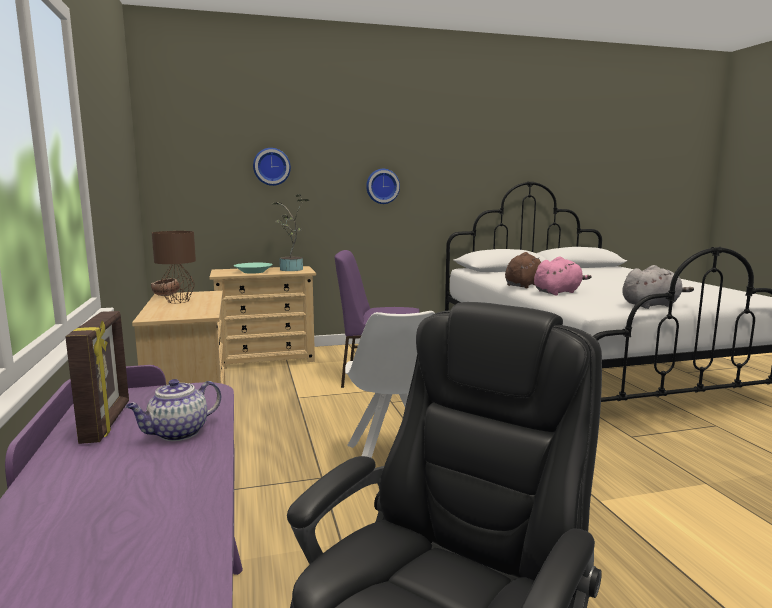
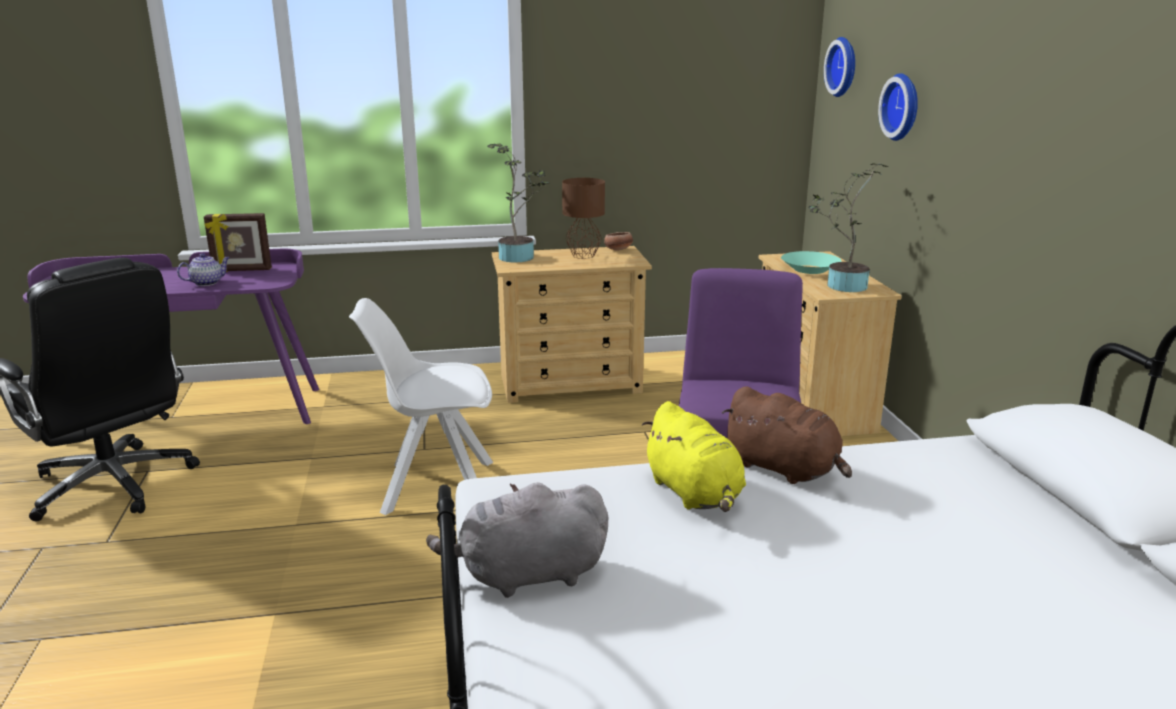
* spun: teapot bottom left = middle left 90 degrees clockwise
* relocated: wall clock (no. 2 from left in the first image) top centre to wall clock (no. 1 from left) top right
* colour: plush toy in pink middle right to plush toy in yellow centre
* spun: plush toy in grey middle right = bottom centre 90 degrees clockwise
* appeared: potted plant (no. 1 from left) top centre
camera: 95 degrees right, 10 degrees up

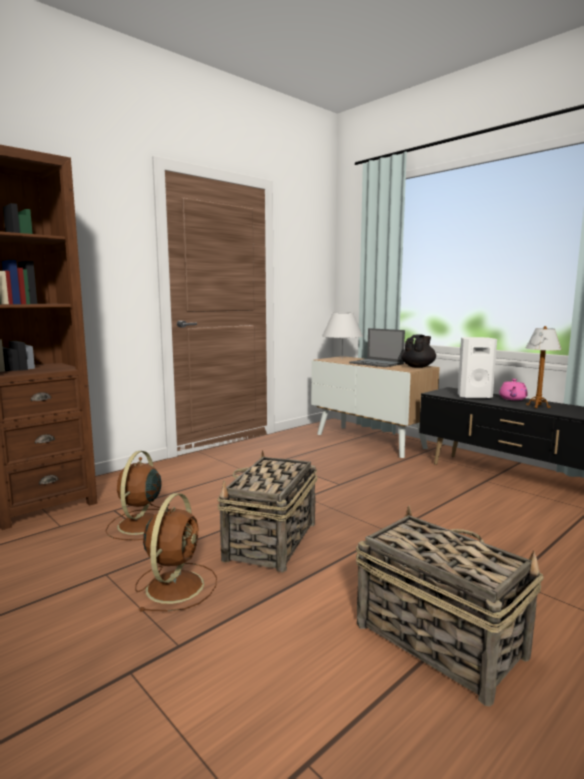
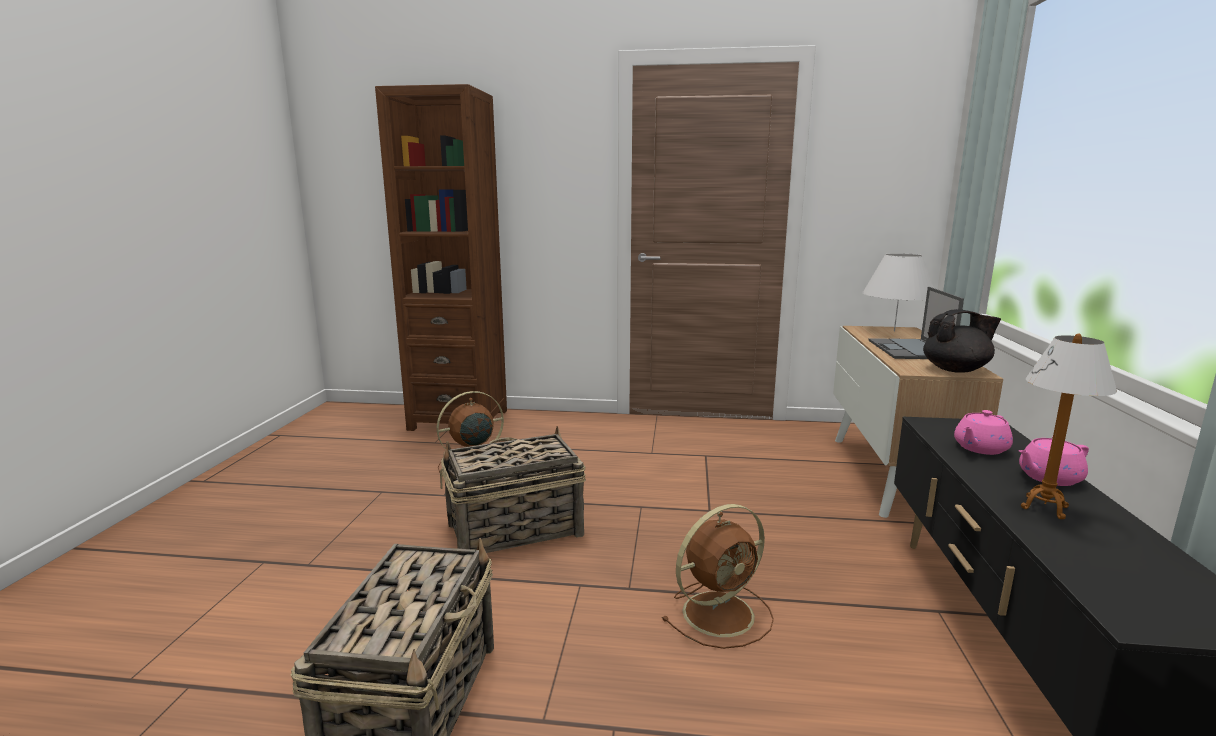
* relocated: fan in brown (no. 2 from left) bottom left to bottom centre
* exchanged: speaker in white middle right to teapot in pink (no. 1 from left) middle right
camera: 50 degrees right, 5 degrees up

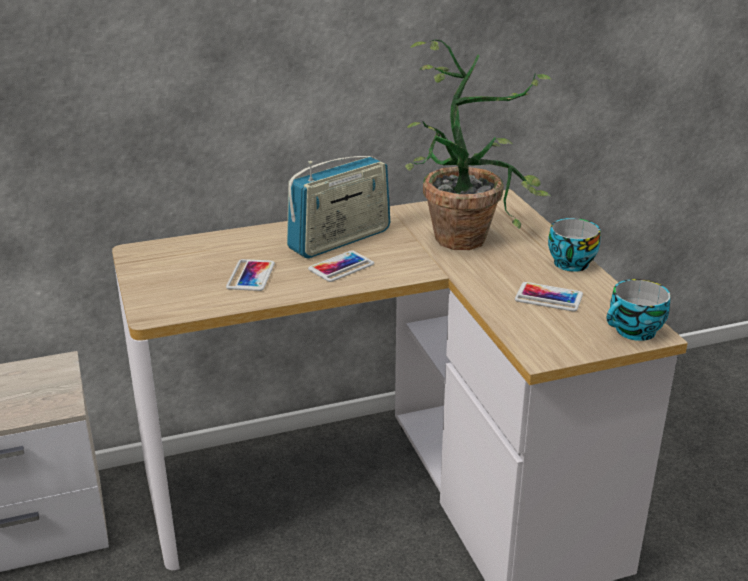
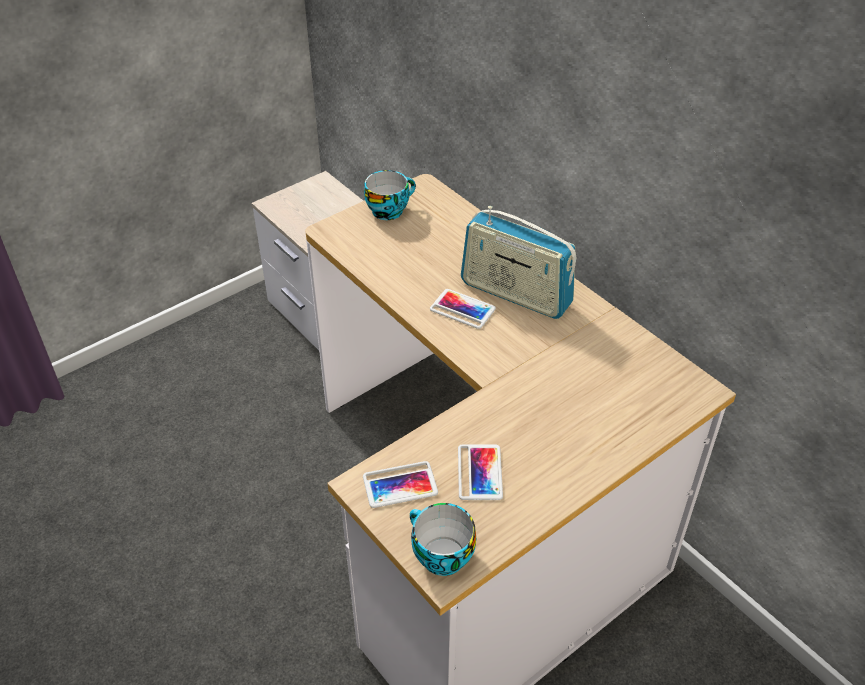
* relocated: phone (no. 1 from left) centre to bottom centre
* missing: potted plant top centre
* relocated: cup (no. 1 from left) middle right to top centre
camera: 70 degrees right, 15 degrees up

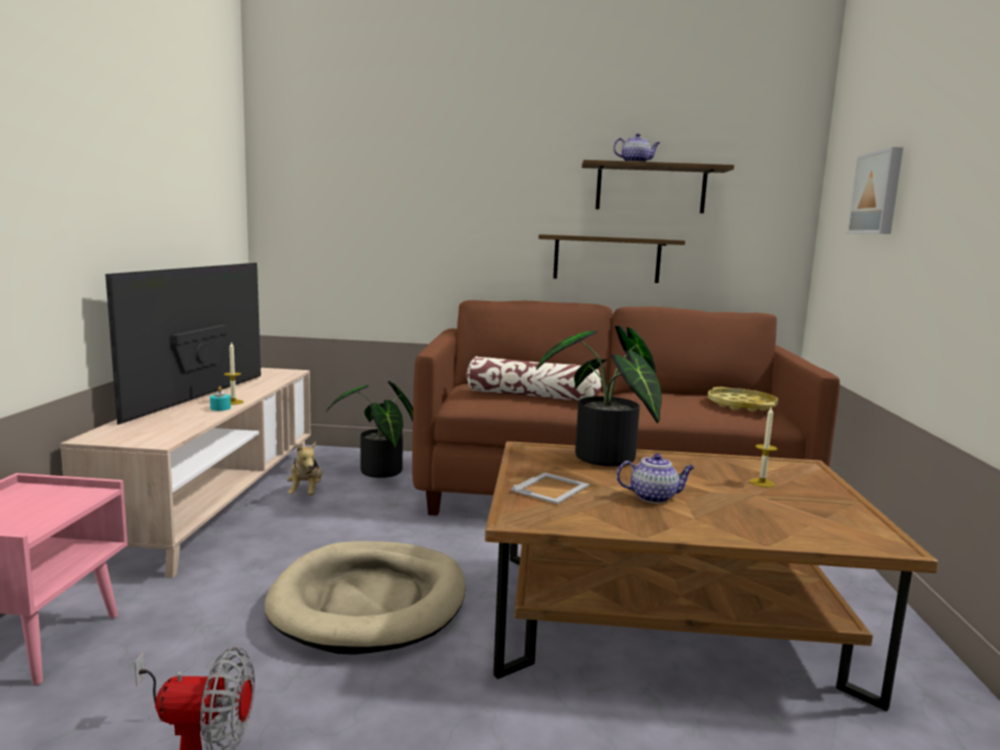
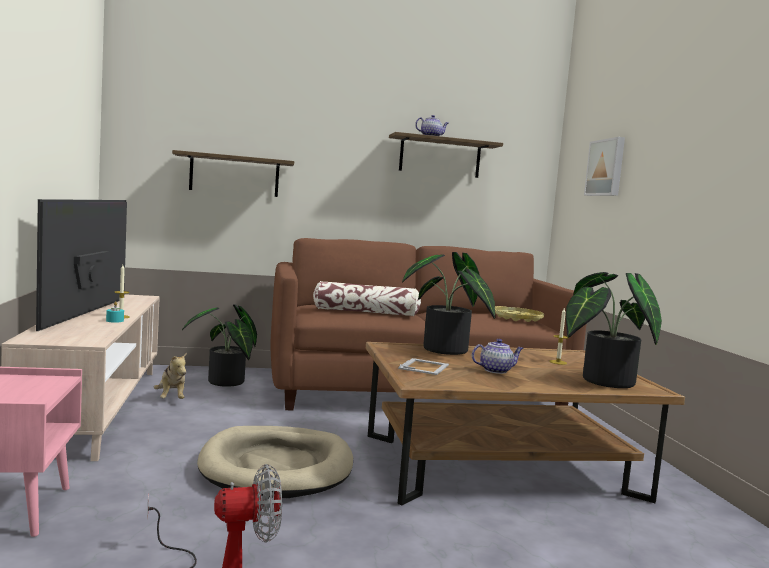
* relocated: shelf (no. 1 from left) centre to top left
* appeared: potted plant (no. 3 from left) middle right
camera: 15 degrees left, 5 degrees down

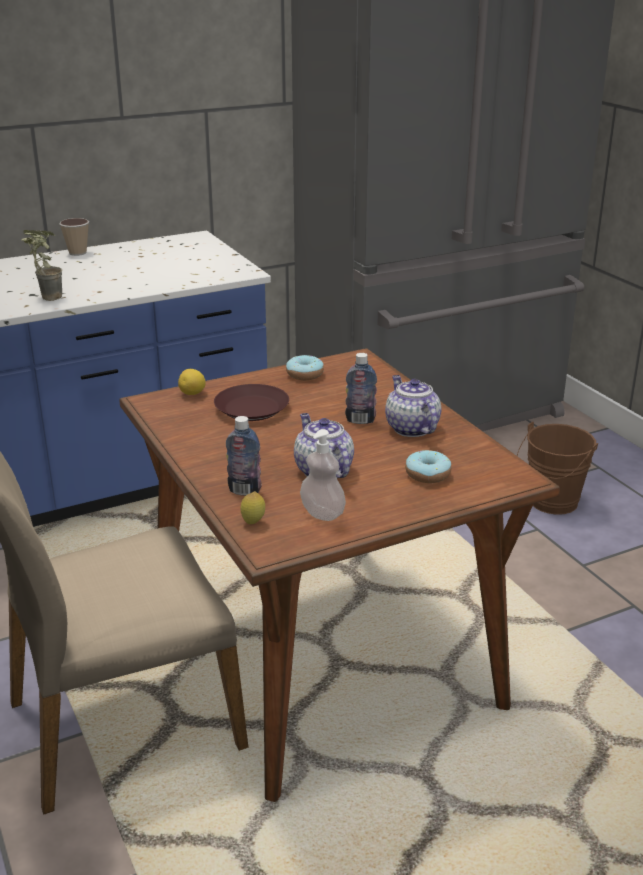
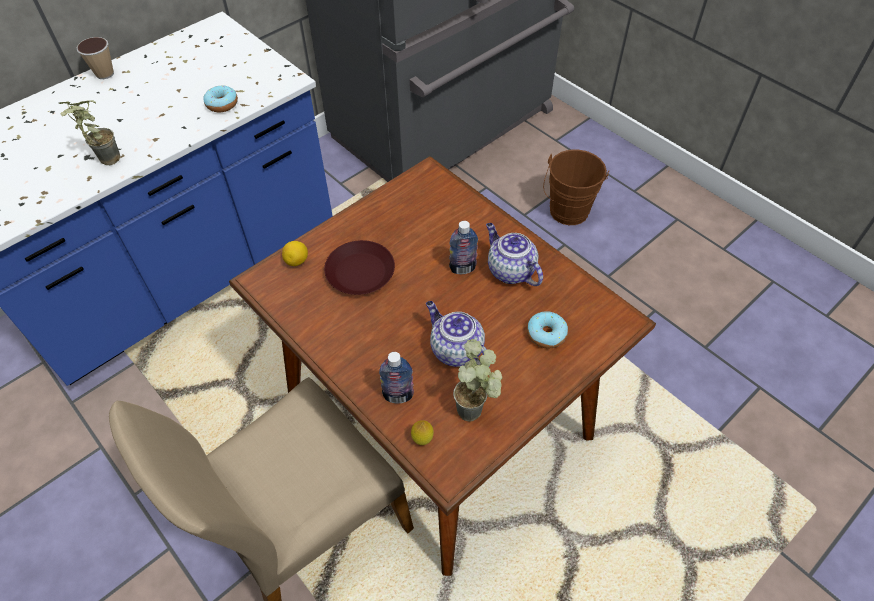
* relocated: donut (no. 1 from left) centre to top left
* exchanged: soap dispenser centre to potted plant (no. 2 from left) centre
camera: 15 degrees left, 25 degrees up

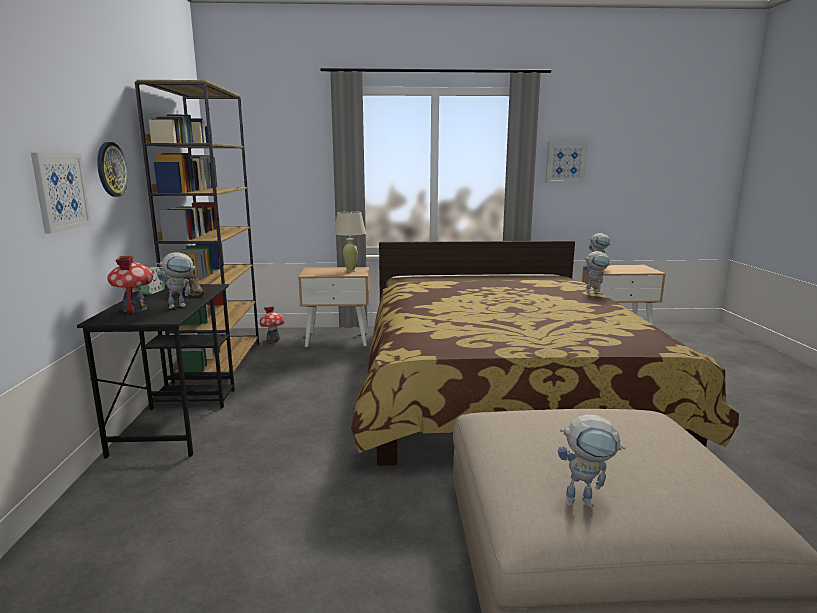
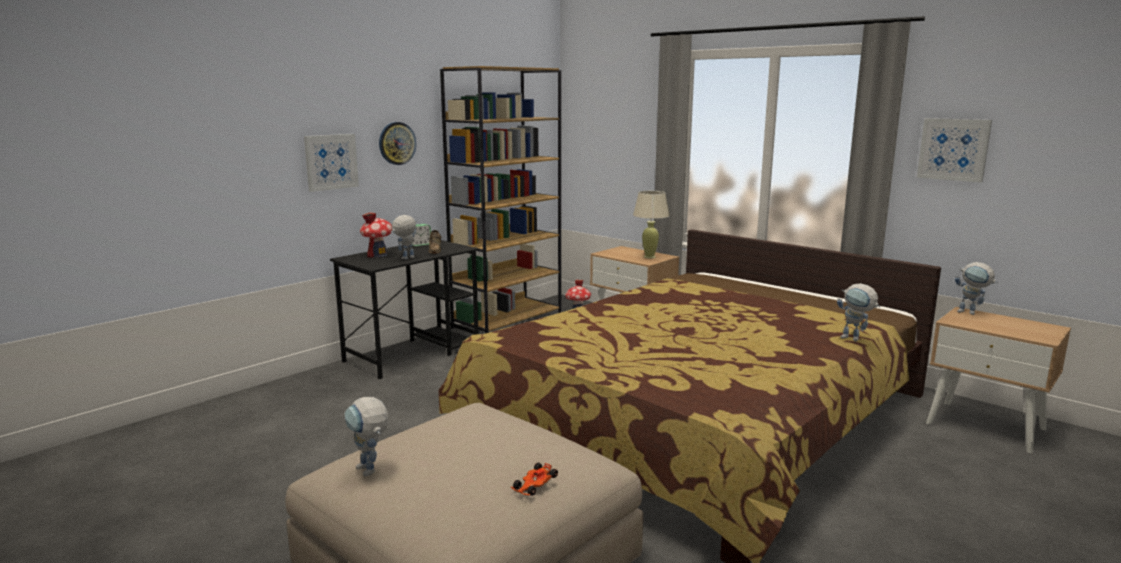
* spun: toy robot (no. 1 from left in the first image) middle left = centre 120 degrees clockwise
* appeared: toy car bottom centre
camera: 45 degrees right, 0 degrees up

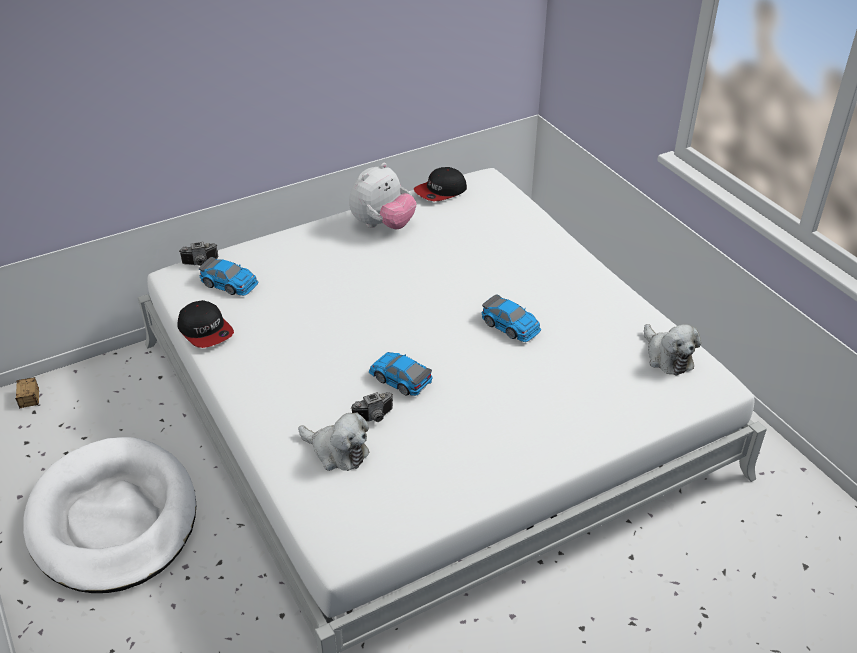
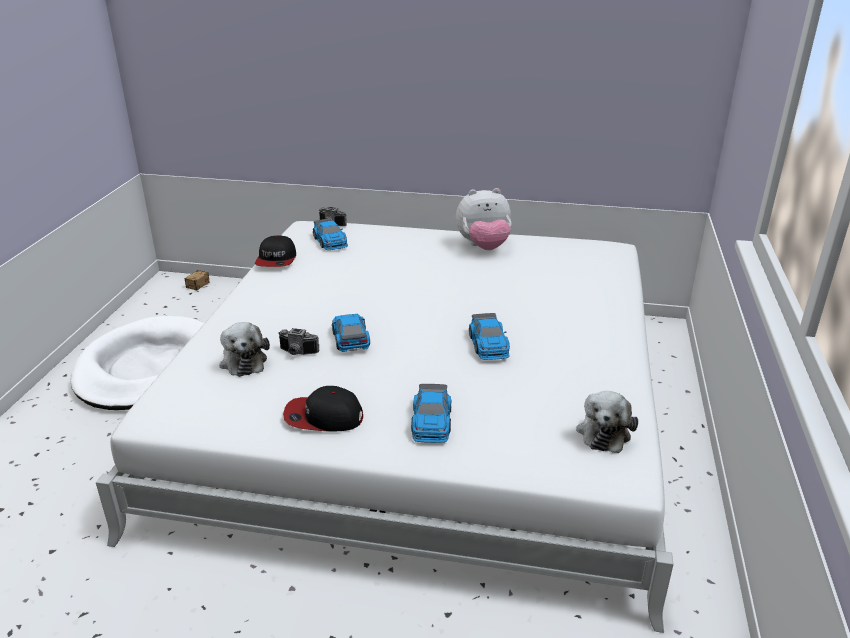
* relocated: cap (no. 2 from left) top centre to centre
* appeared: toy car (no. 3 from left) centre
camera: 40 degrees right, 10 degrees down

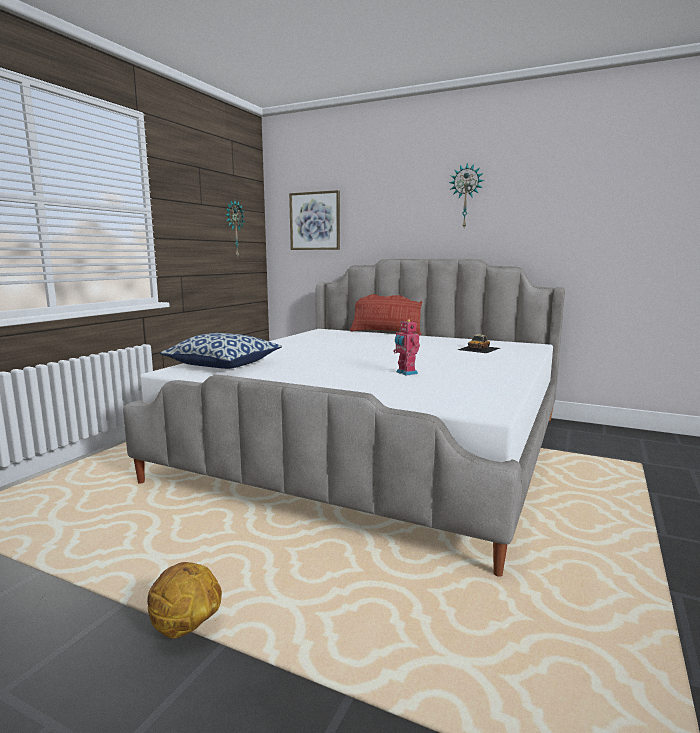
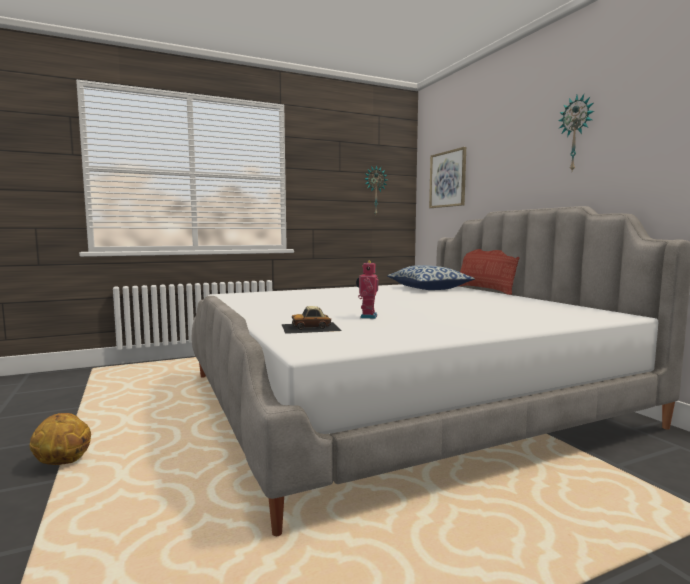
* relocated: pillow (no. 1 from left) middle left to centre
* relocated: toy car middle right to centre
camera: 40 degrees right, 5 degrees down

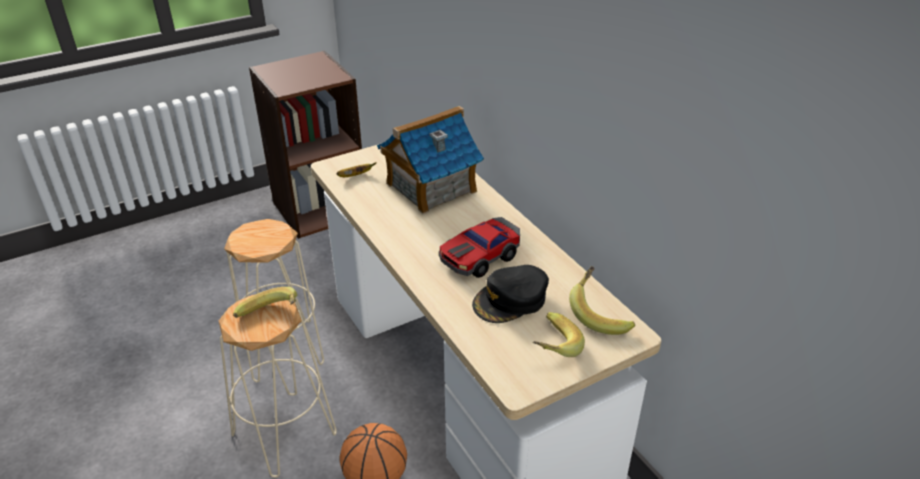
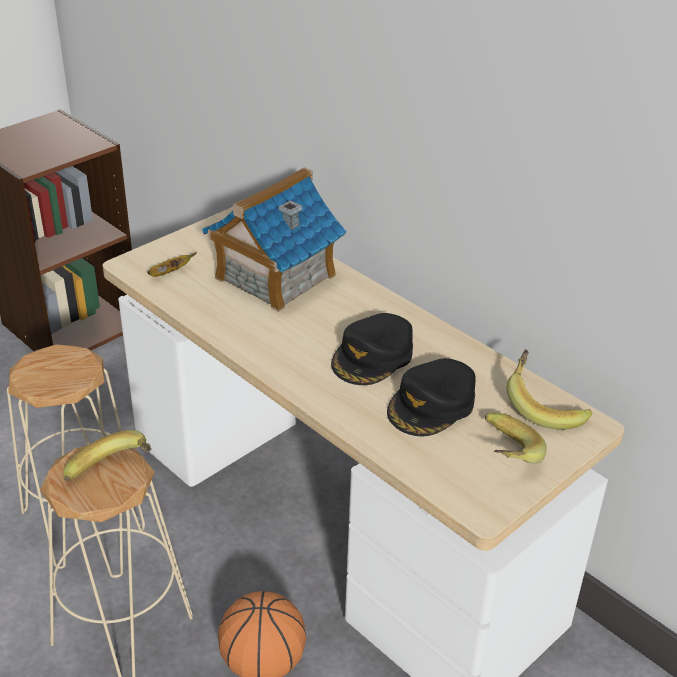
* exchanged: toy car centre to cap in black (no. 1 from left) centre
camera: 15 degrees left, 0 degrees up

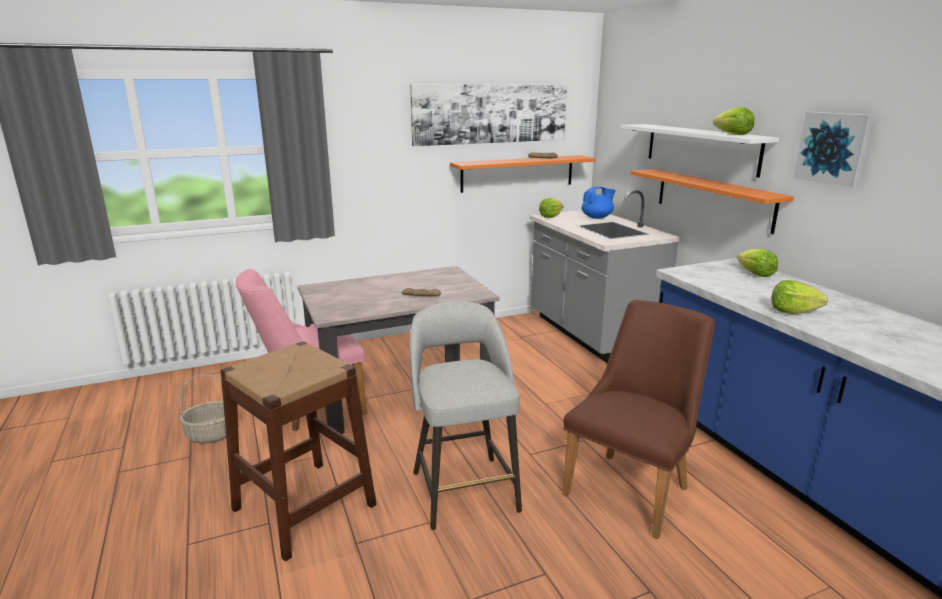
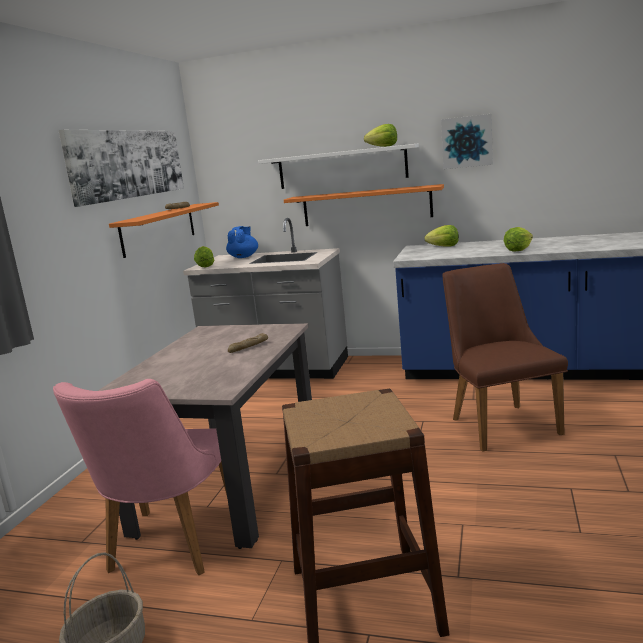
* missing: stool in grey bottom centre
camera: 50 degrees left, 5 degrees down

